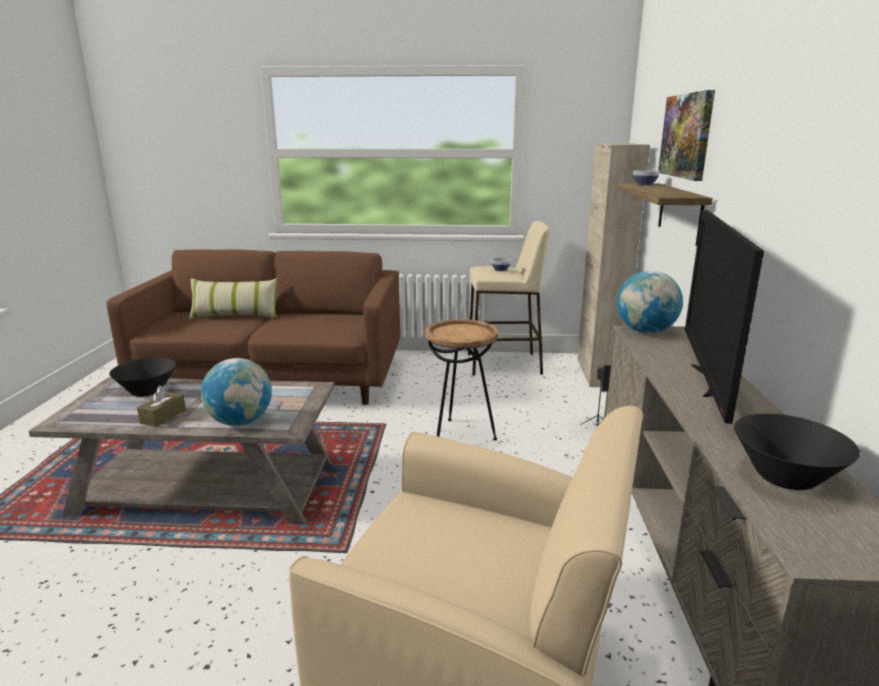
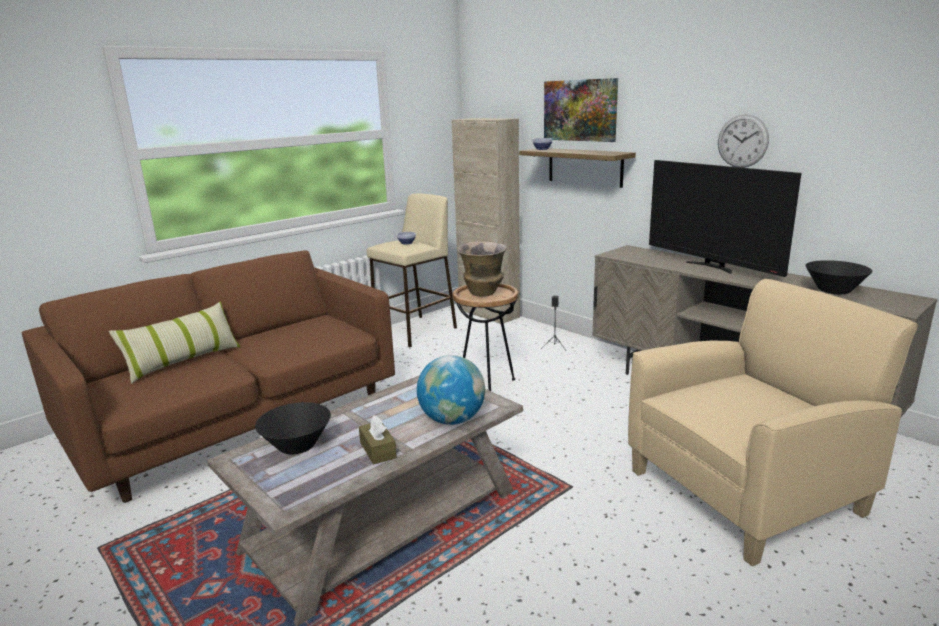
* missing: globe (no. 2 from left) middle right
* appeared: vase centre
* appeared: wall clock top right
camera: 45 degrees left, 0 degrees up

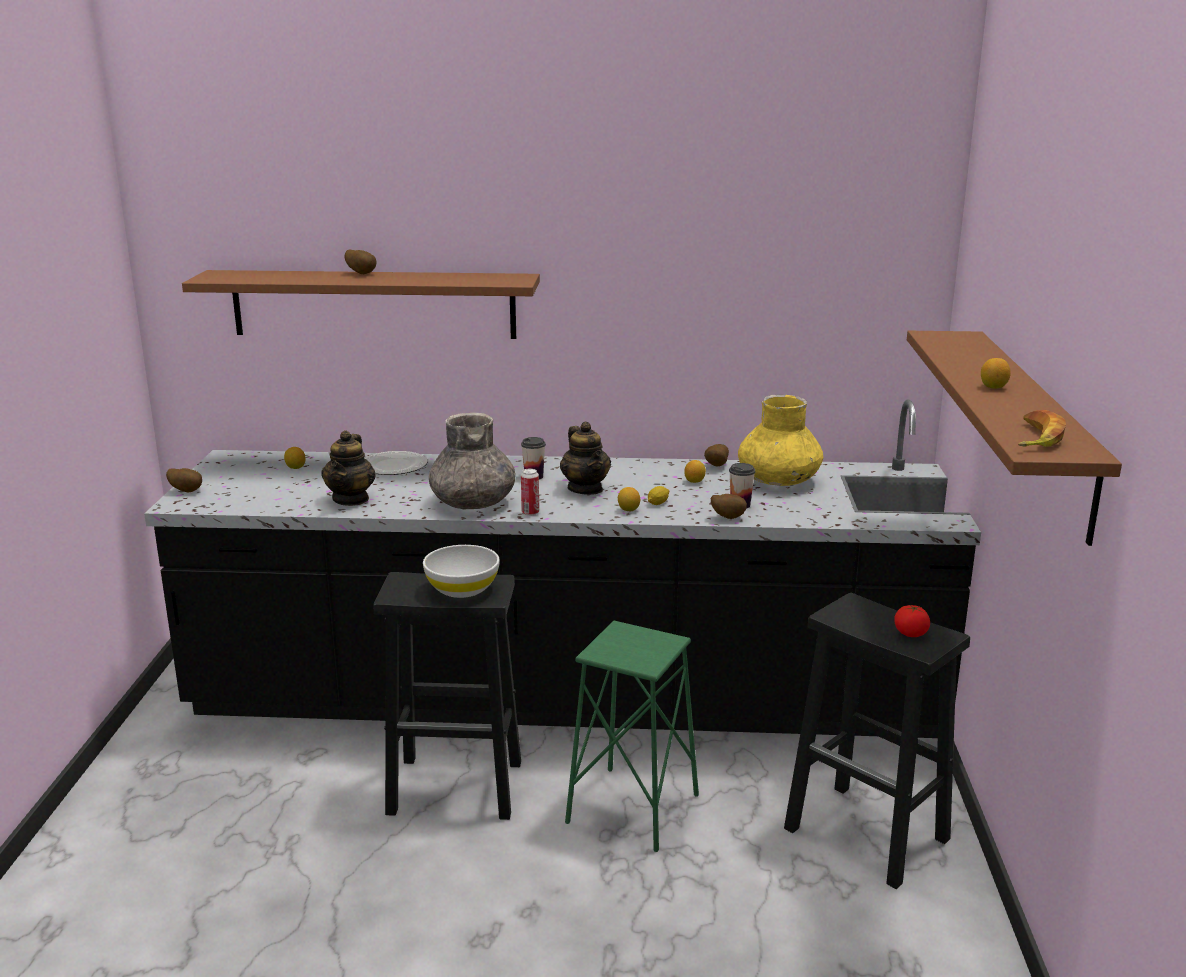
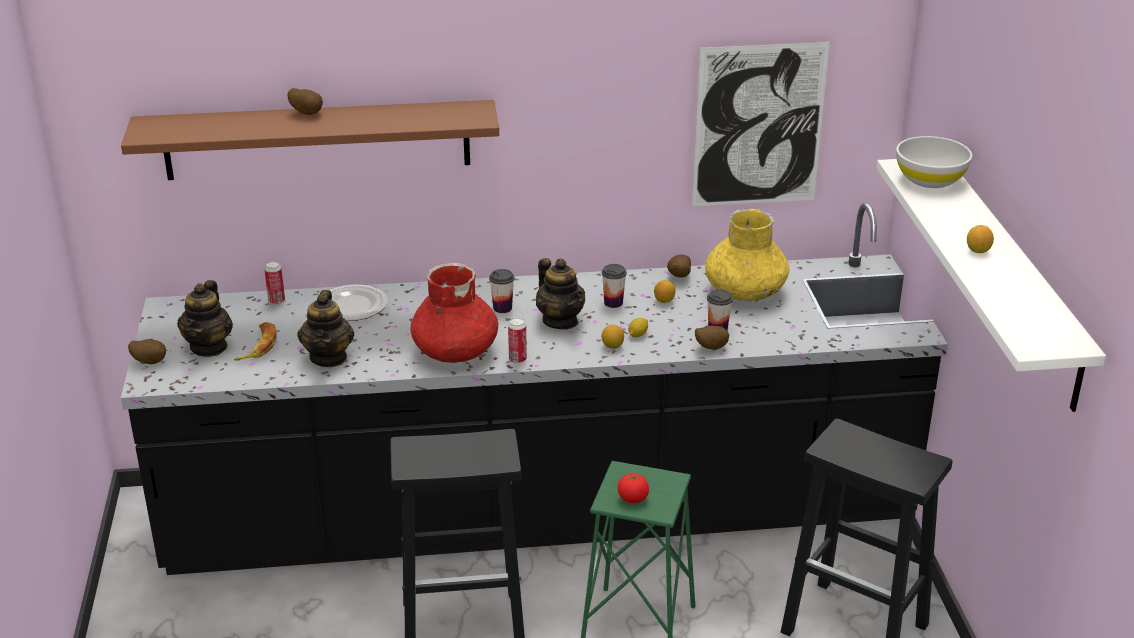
* missing: lemon (no. 1 from left) middle left
* relocated: bowl in white centre to top right
* colour: vase in grey centre to vase in red centre
* relocated: tomato middle right to bottom centre
* colour: shelf in brown (no. 2 from left) middle right to shelf in white middle right
* relocated: banana middle right to middle left
* appeared: teapot (no. 1 from left) middle left
* appeared: can (no. 1 from left) middle left
* appeared: cup (no. 2 from left) centre
* appeared: picture top right
camera: 10 degrees left, 10 degrees up

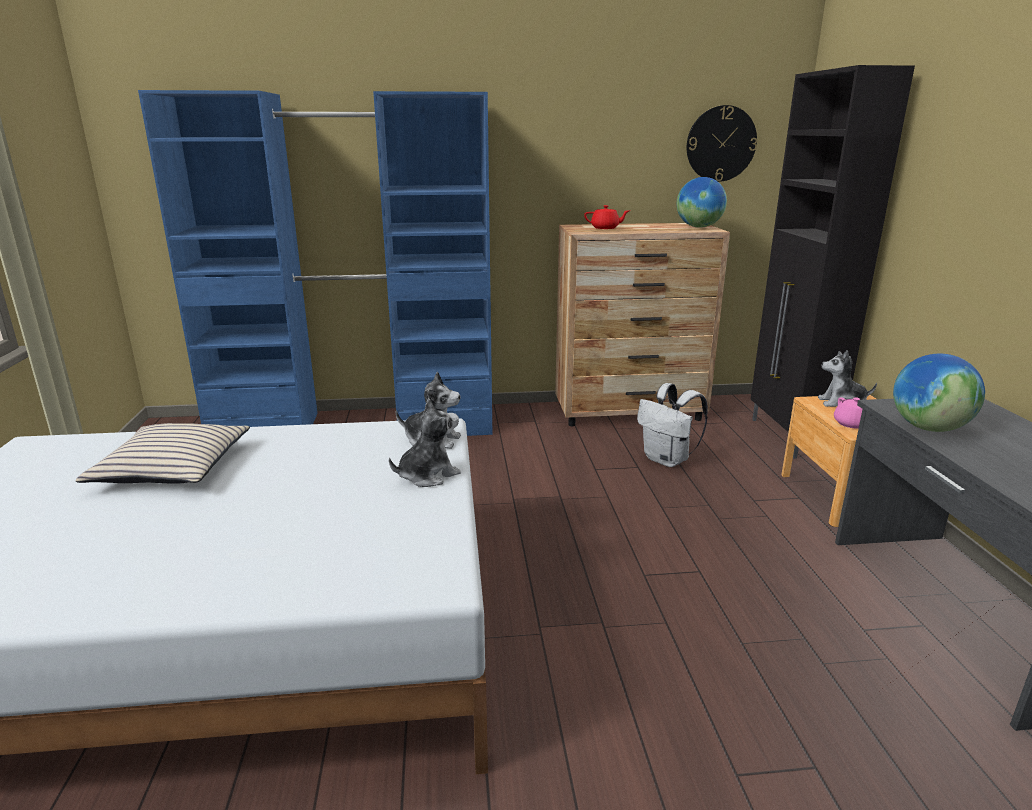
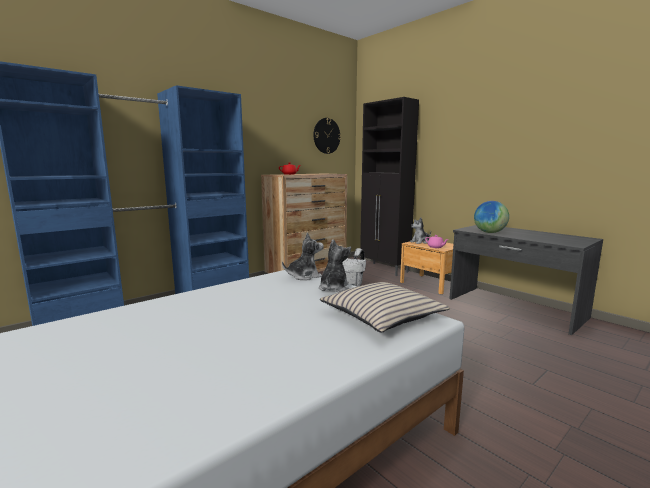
* relocated: pillow in beige middle left to centre
* missing: globe (no. 1 from left) top right
camera: 35 degrees left, 10 degrees down

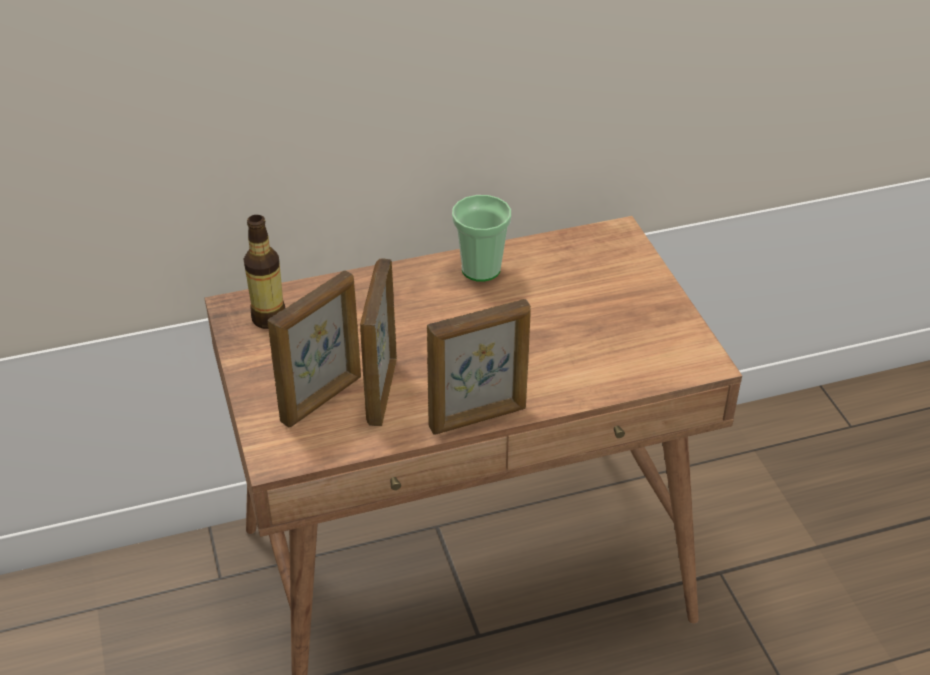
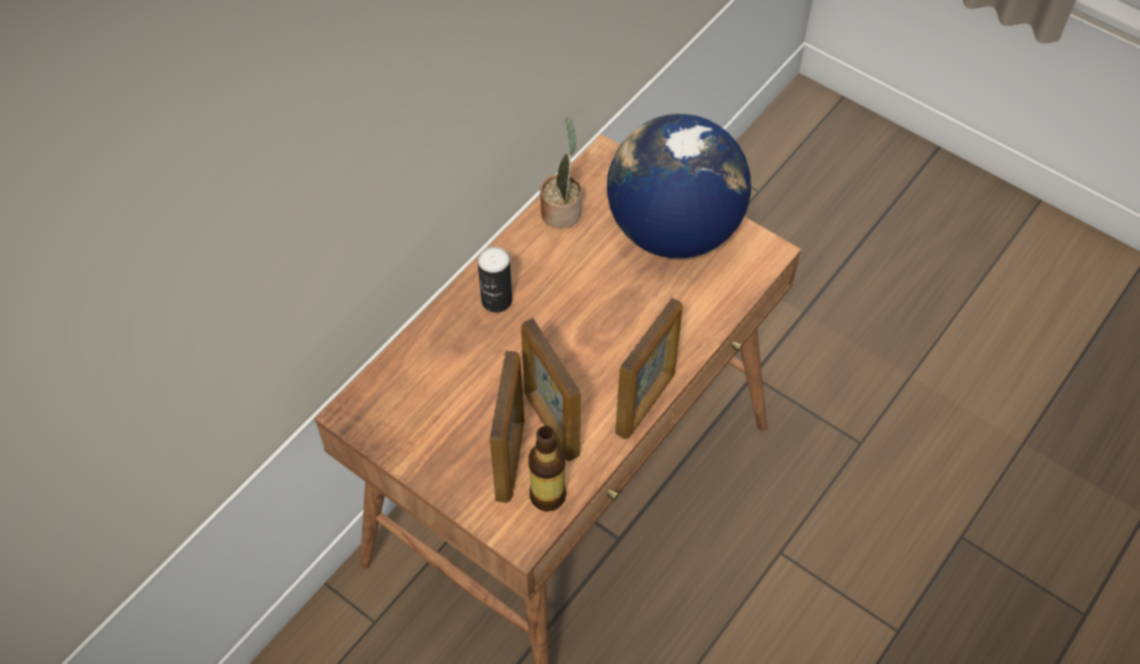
* relocated: bottle middle left to bottom centre
* missing: cup centre
* appeared: can centre
* appeared: potted plant top centre
* appeared: globe top centre
camera: 35 degrees left, 15 degrees up

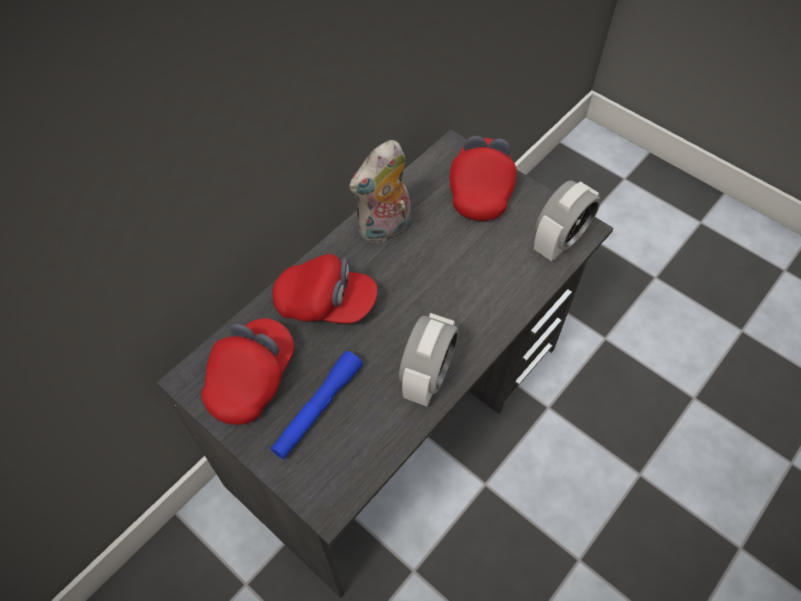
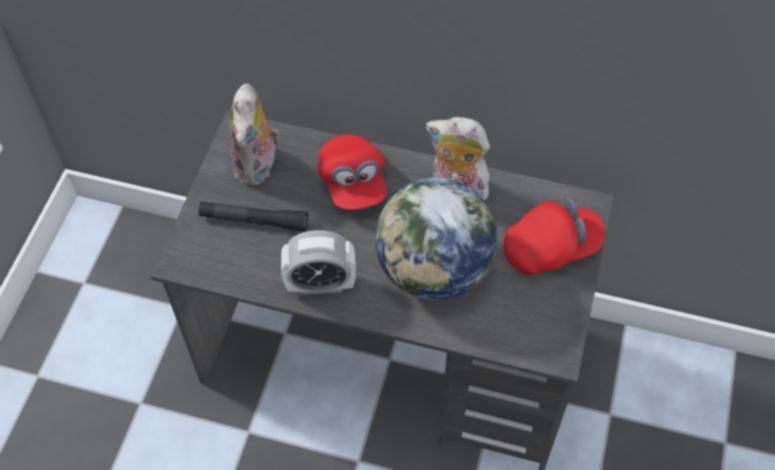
* exchanged: cap in red (no. 1 from left) middle left to plush toy (no. 1 from left) top left
* colour: flashlight in blue bottom centre to flashlight in black middle left
* missing: alarm clock (no. 2 from left) middle right
* appeared: globe centre
camera: 65 degrees right, 0 degrees up

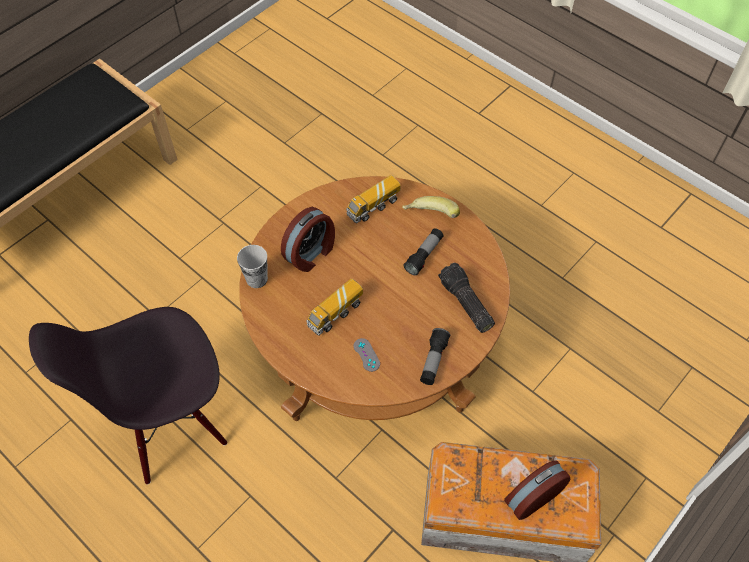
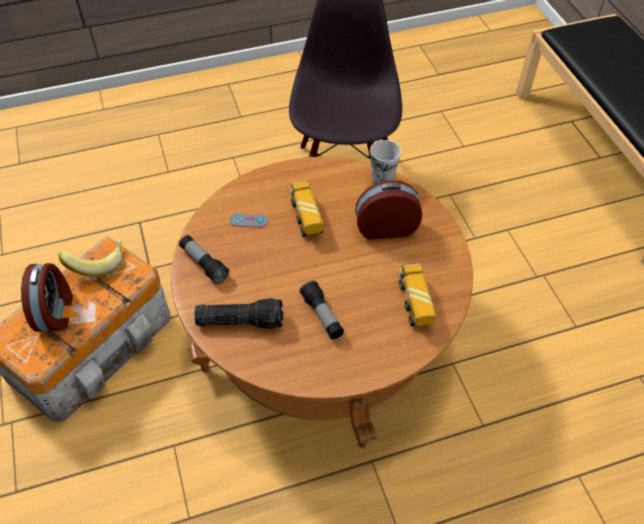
* spun: alarm clock (no. 1 from left in the first image) centre = centre 105 degrees clockwise
* relocated: banana centre to middle left
camera: 120 degrees right, 5 degrees down

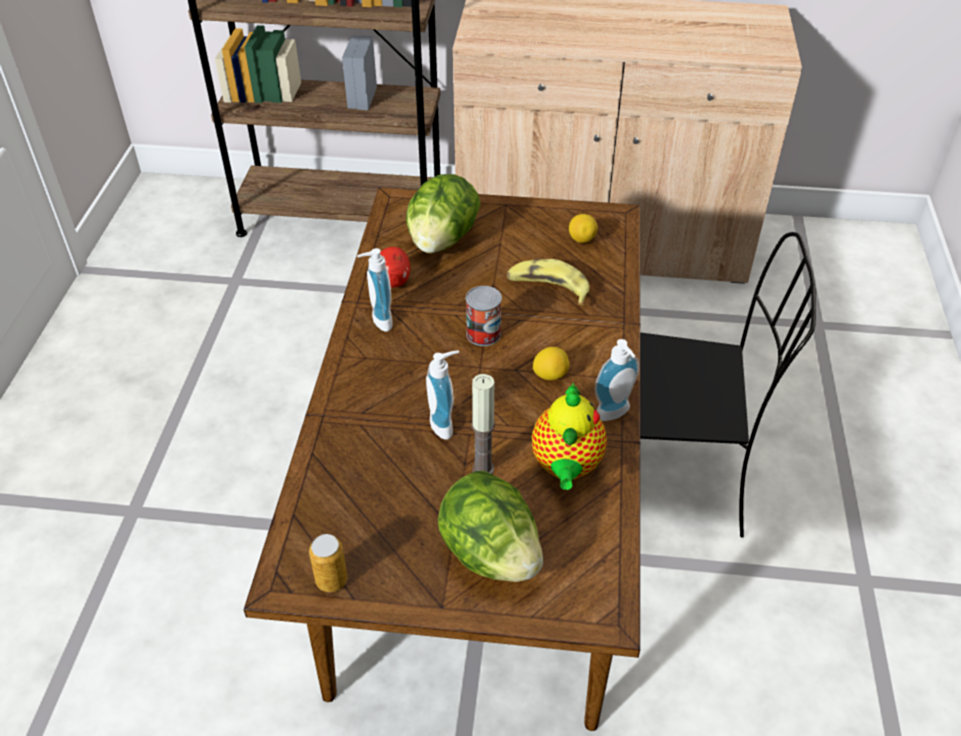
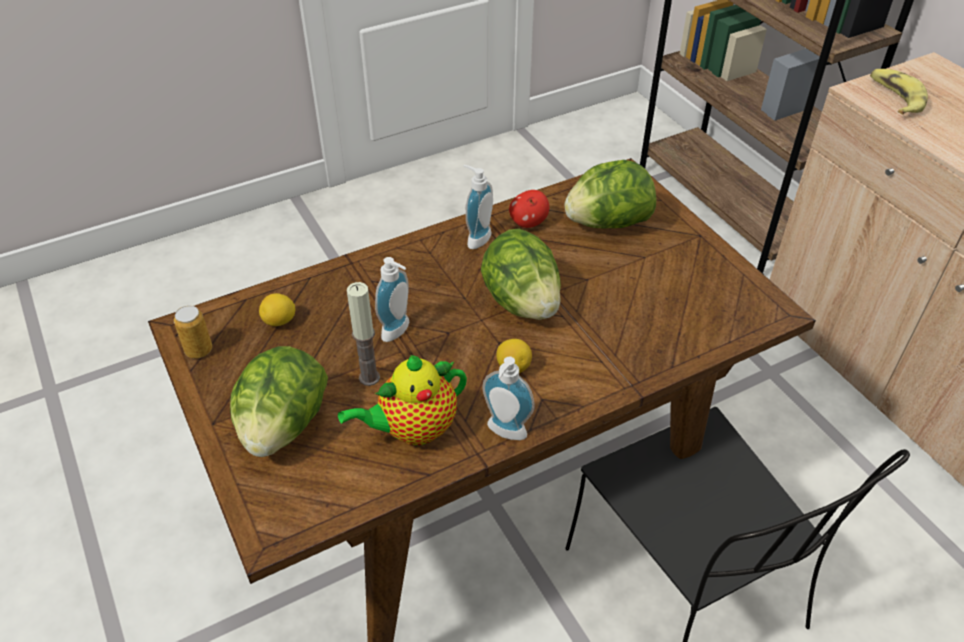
* exchanged: can (no. 2 from left) centre to lettuce (no. 2 from left) centre
* relocated: banana centre to top right
* relocated: lemon (no. 2 from left in the first image) top centre to lemon (no. 1 from left) middle left
camera: 55 degrees right, 0 degrees up

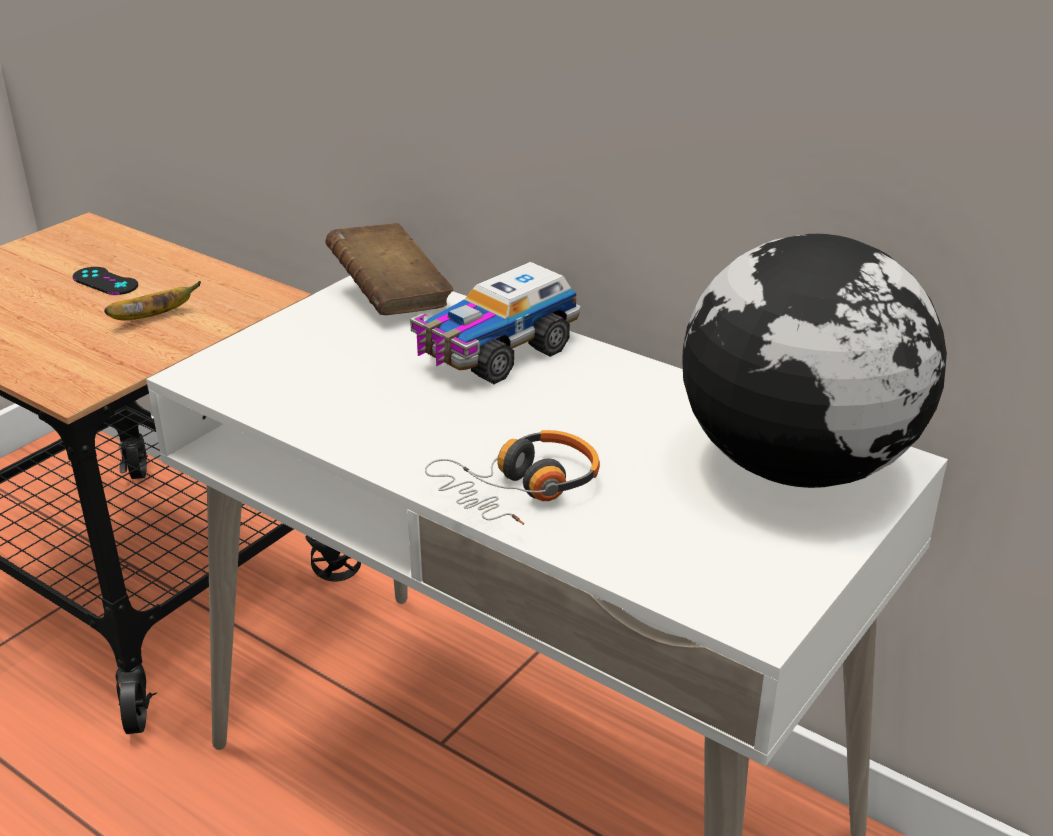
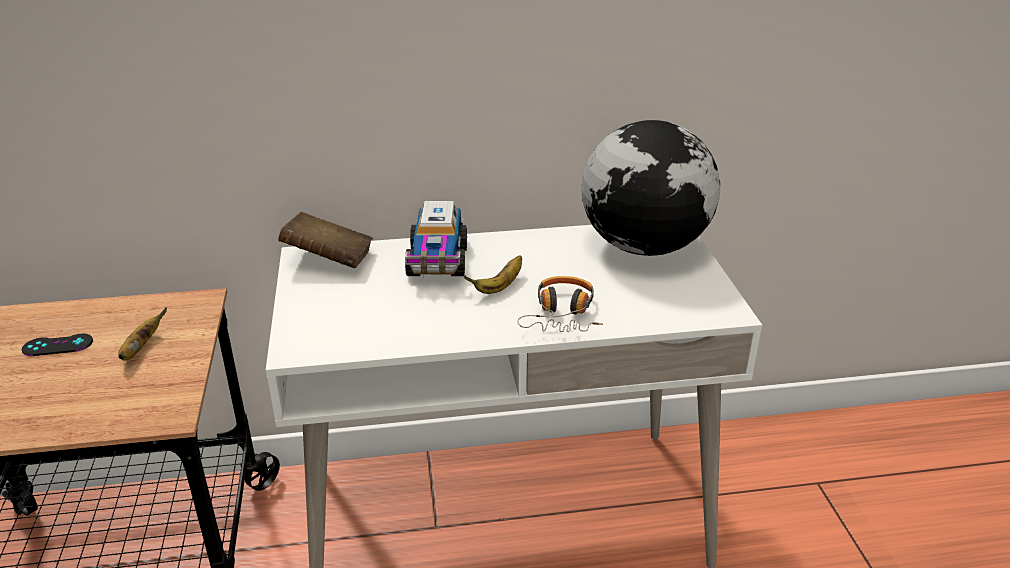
* appeared: banana (no. 2 from left) centre
camera: 45 degrees left, 0 degrees up

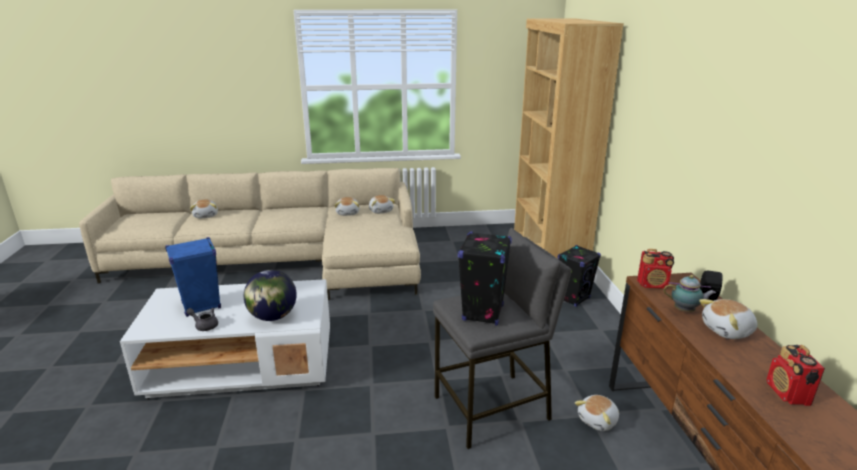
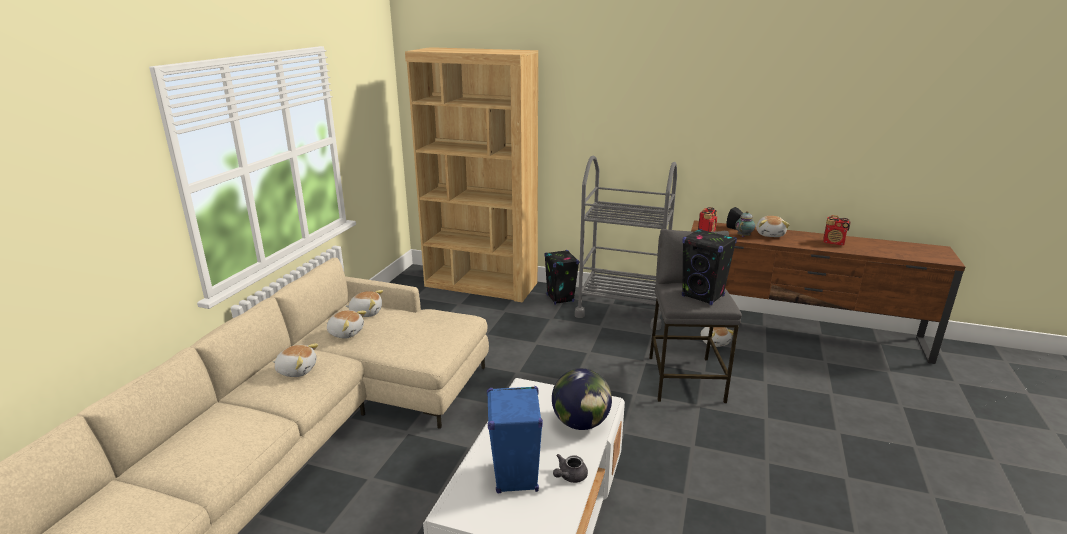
* relocated: plush toy (no. 1 from left) middle left to bottom left
* appeared: cart in grey centre
camera: 65 degrees left, 0 degrees up

